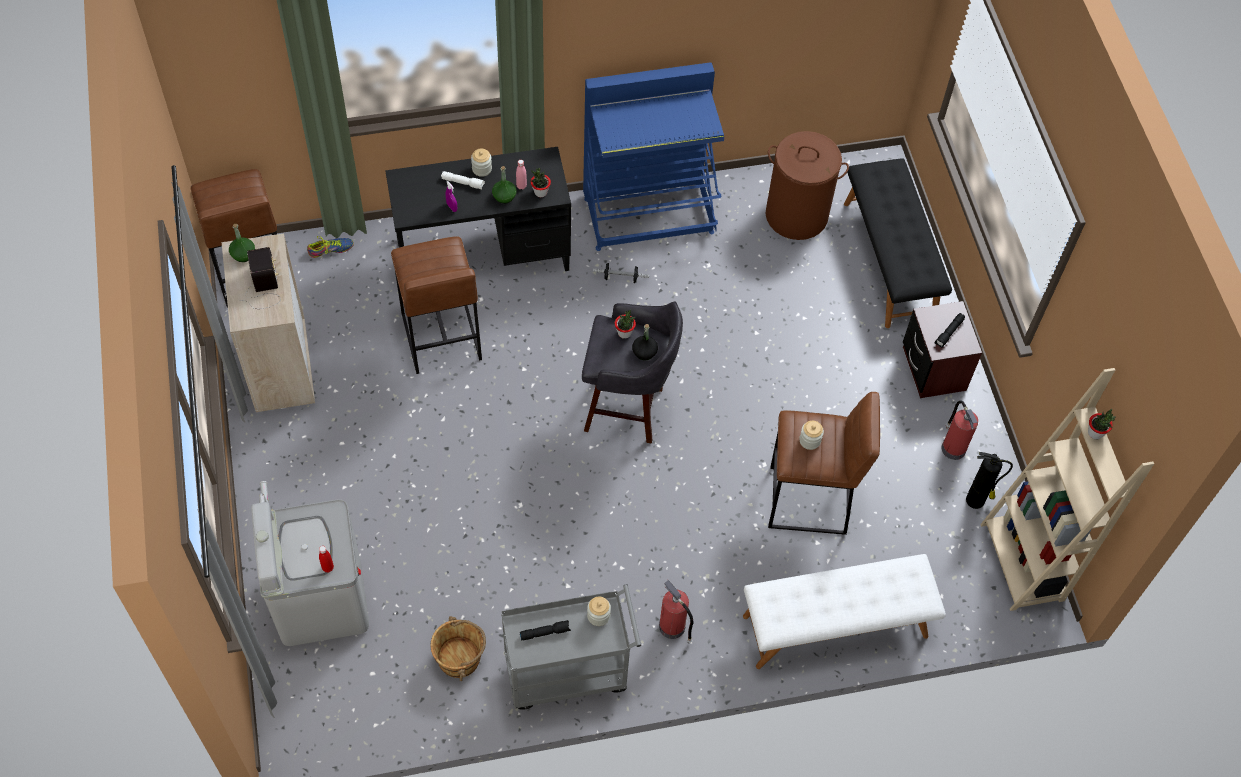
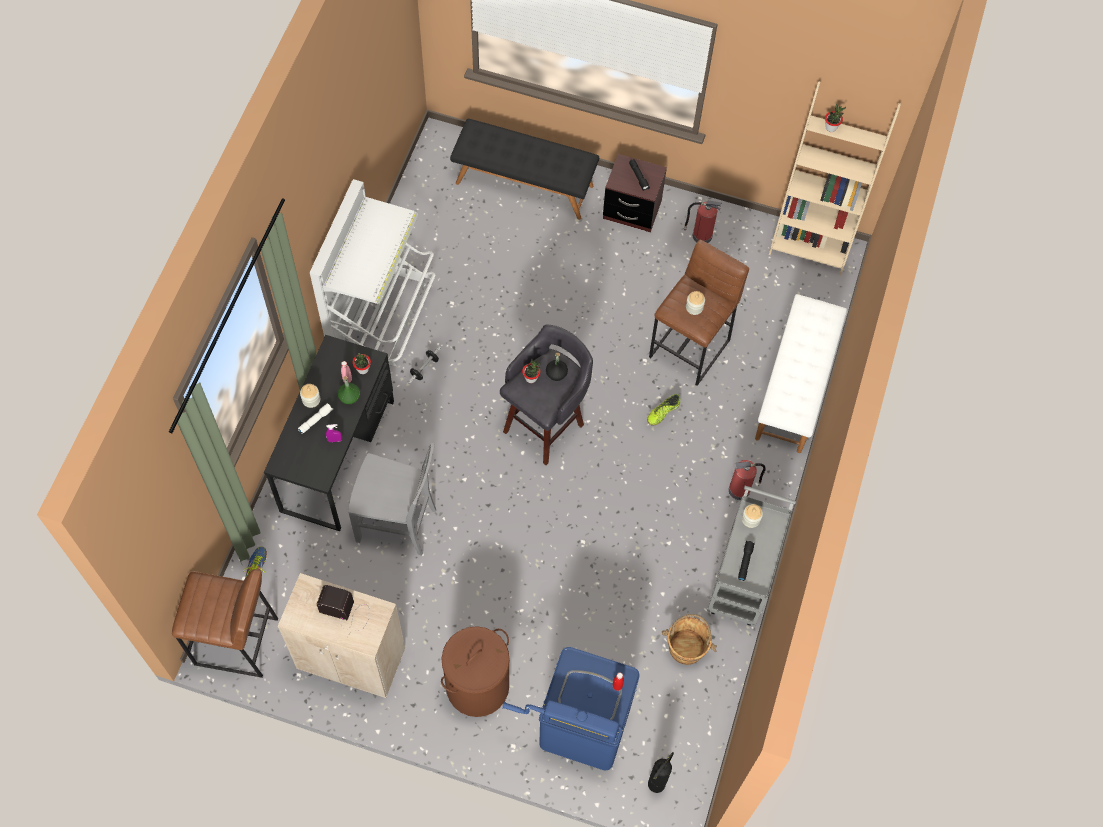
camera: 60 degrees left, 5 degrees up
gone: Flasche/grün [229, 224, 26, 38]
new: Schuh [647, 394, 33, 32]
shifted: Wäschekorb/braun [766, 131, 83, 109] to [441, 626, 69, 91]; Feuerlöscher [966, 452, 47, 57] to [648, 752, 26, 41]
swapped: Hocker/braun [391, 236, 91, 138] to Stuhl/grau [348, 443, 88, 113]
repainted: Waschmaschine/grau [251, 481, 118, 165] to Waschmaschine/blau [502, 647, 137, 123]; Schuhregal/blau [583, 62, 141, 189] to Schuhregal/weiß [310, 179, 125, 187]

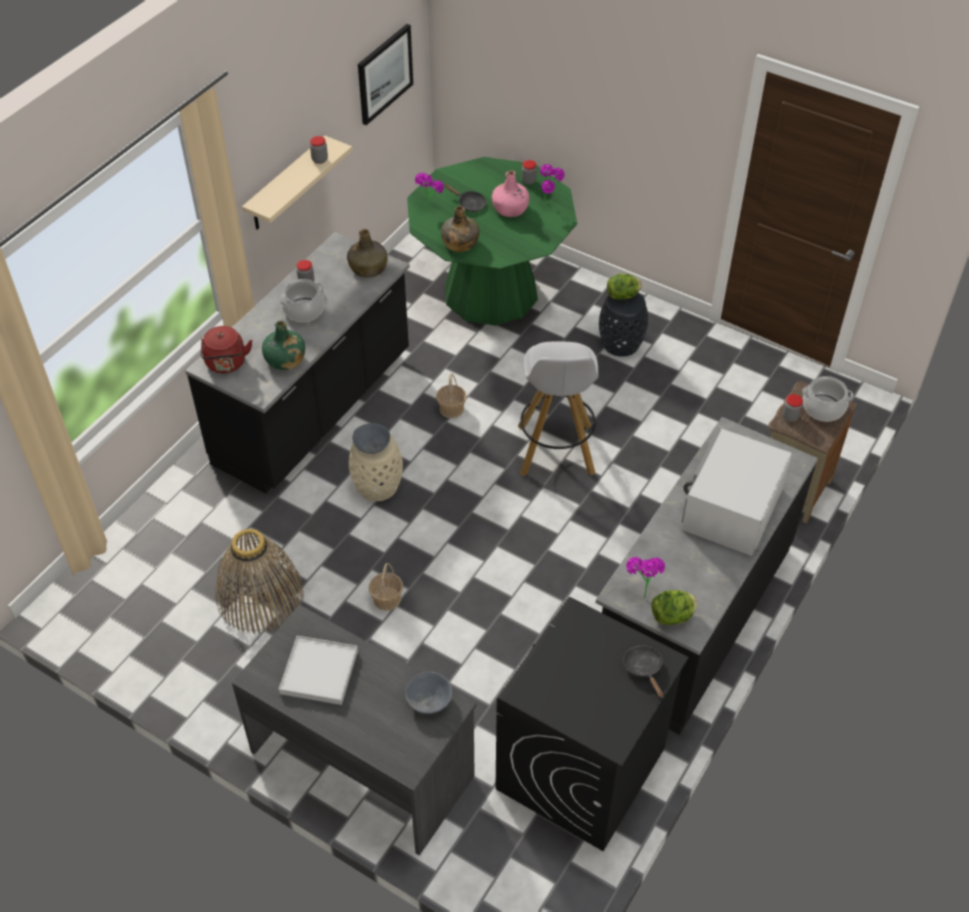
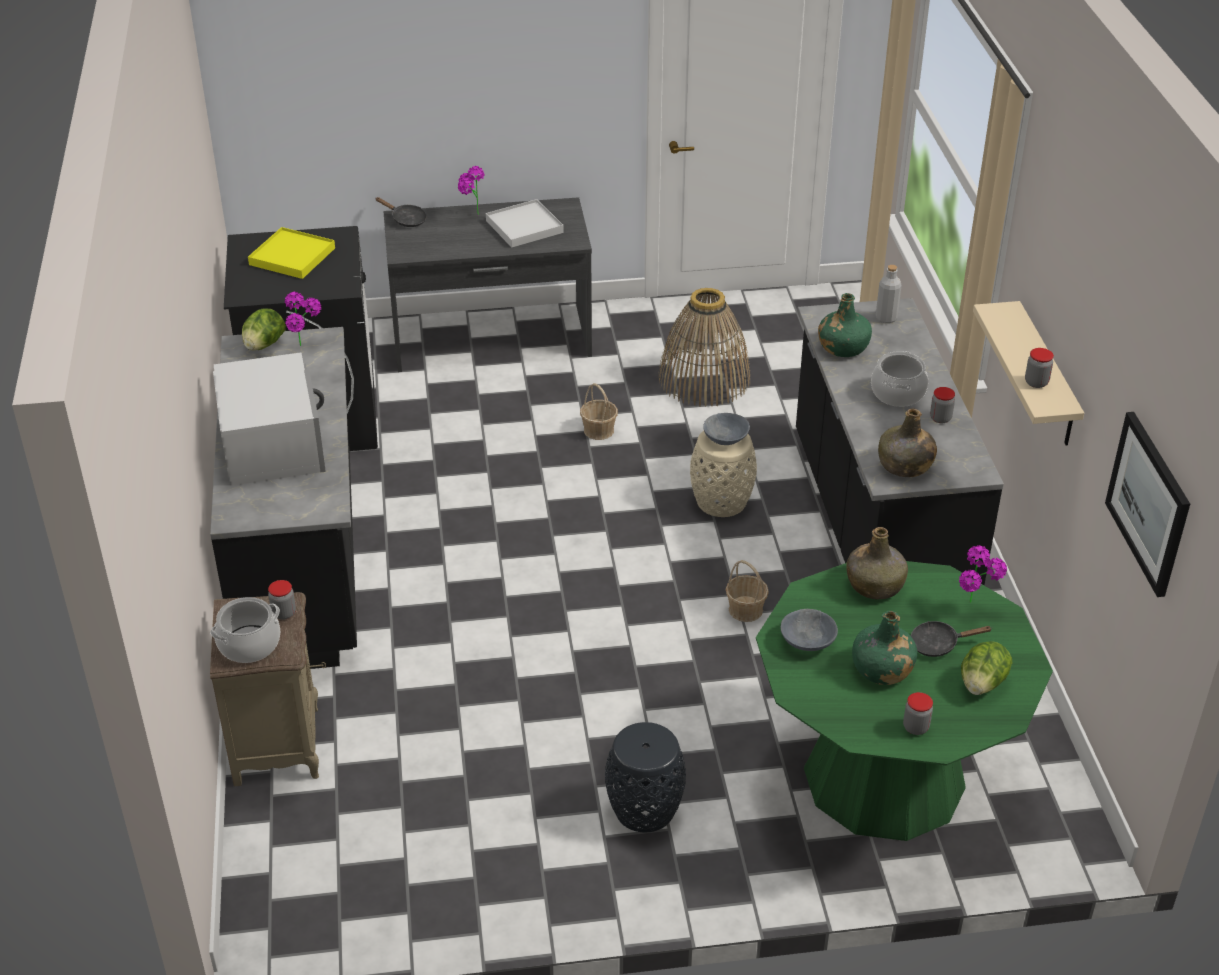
camera: 140 degrees right, 10 degrees down
gone: Hocker/weiß [518, 341, 80, 135]
new: Tablett/gelb [248, 227, 87, 52]
shifted: Schüssel/grau [405, 672, 47, 42] to [781, 609, 57, 42]; Topfpflanze [540, 164, 25, 38] to [458, 166, 27, 49]; Salatkopf [607, 274, 35, 26] to [961, 641, 51, 54]; Pfanne/schwarz [623, 645, 40, 53] to [375, 197, 52, 30]
swapped: Wasserkessel/rot [201, 326, 51, 47] to Flasche/grau [876, 265, 26, 59]
repainted: Flasche/rosa [492, 170, 37, 47] to Flasche/grün [852, 611, 65, 74]

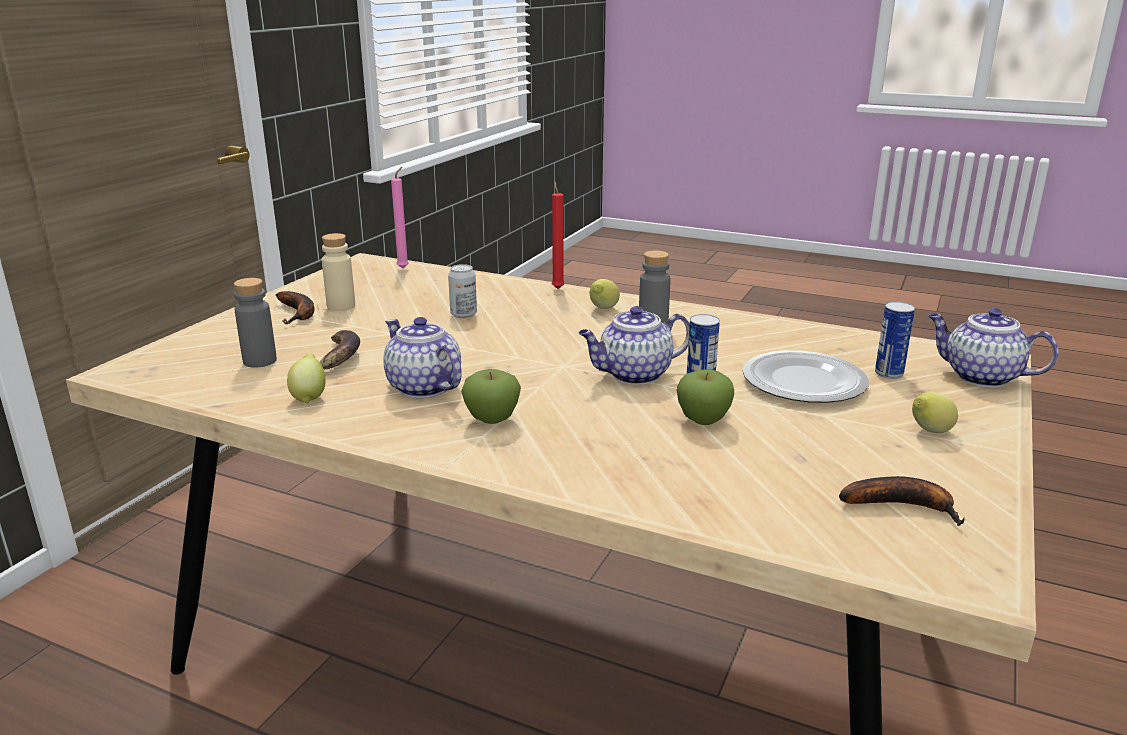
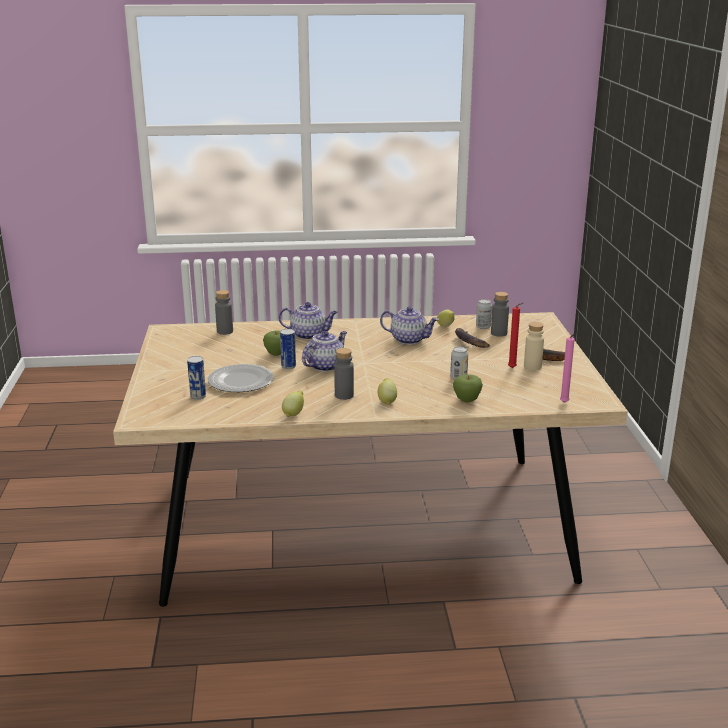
camera: 150 degrees right, 0 degrees up
gone: Banane [839, 476, 126, 50]
new: Flasche/grau [215, 290, 18, 45]; Dose [476, 299, 16, 30]
shifted: Apfel [461, 369, 60, 55] to [453, 374, 30, 29]; Kerze/rot [552, 181, 13, 108] to [508, 303, 15, 65]; Zitrone [912, 391, 46, 42] to [282, 391, 22, 26]; Teekanne [928, 308, 131, 80] to [279, 302, 59, 38]

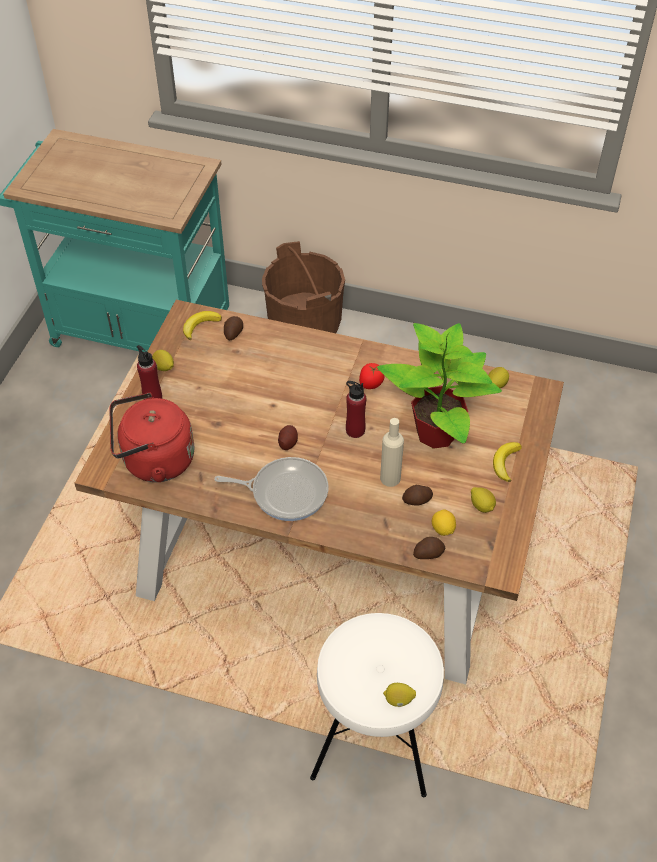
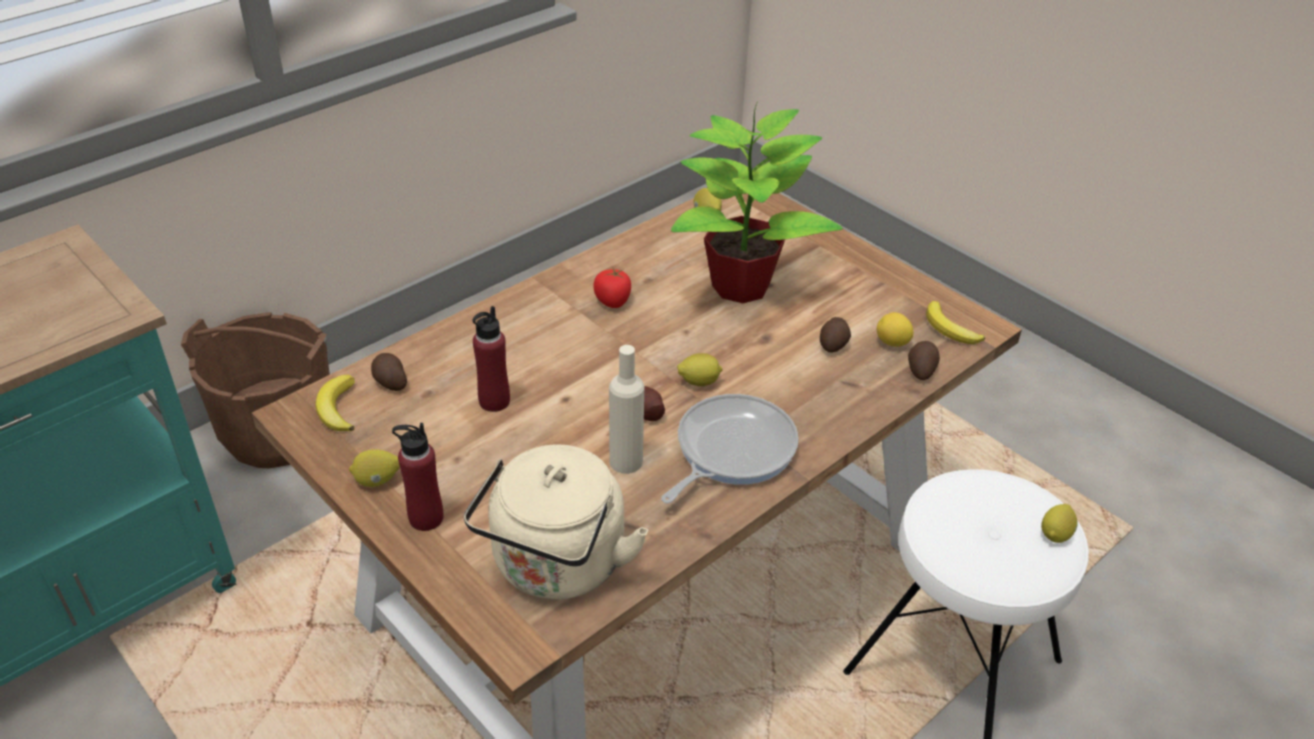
camera: 60 degrees left, 10 degrees down
shifted: Flasche/rot [346, 381, 20, 57] to [473, 306, 37, 106]; Flasche/beige [380, 418, 24, 69] to [609, 345, 35, 129]; Zitrone [471, 487, 25, 26] to [677, 353, 46, 33]; Banane [493, 442, 29, 40] to [926, 301, 59, 43]
repainted: Wasserkessel/rot [109, 392, 85, 90] to Wasserkessel/beige [464, 445, 184, 155]

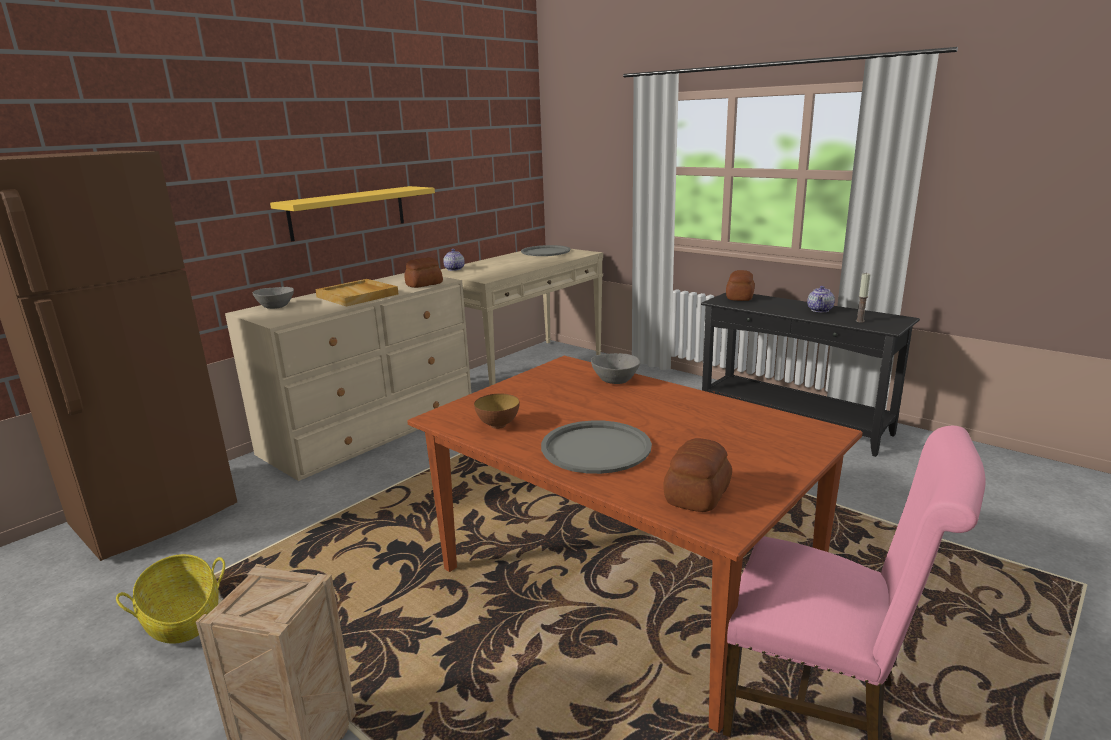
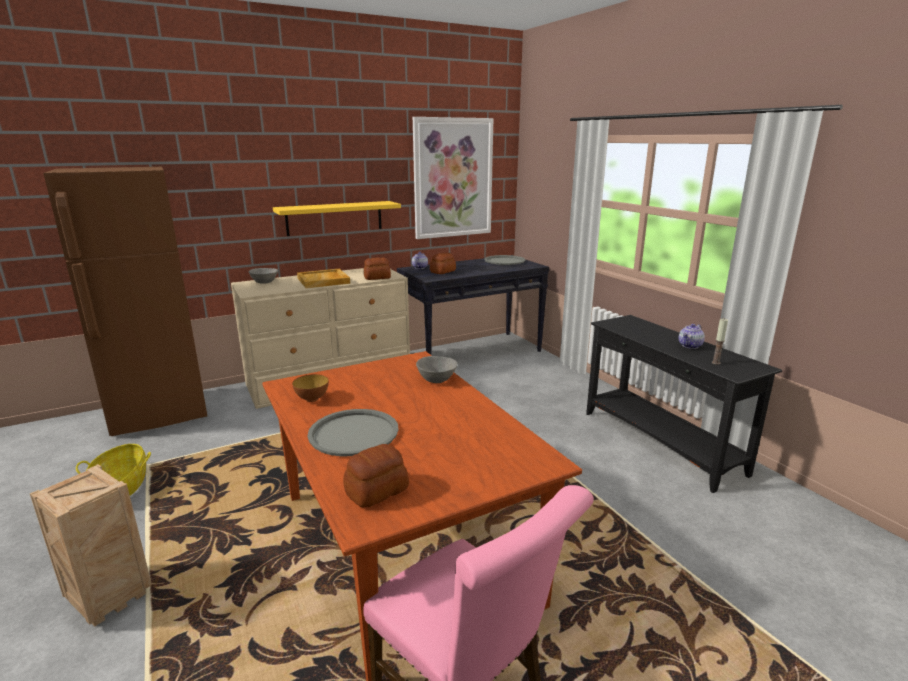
camera: 20 degrees right, 0 degrees up
new: Bild [413, 117, 80, 122]
shifted: Brot [726, 270, 29, 31] to [430, 252, 26, 22]
repainted: Konsolentisch/beige [441, 249, 162, 137] to Konsolentisch/schwarz [397, 255, 152, 100]

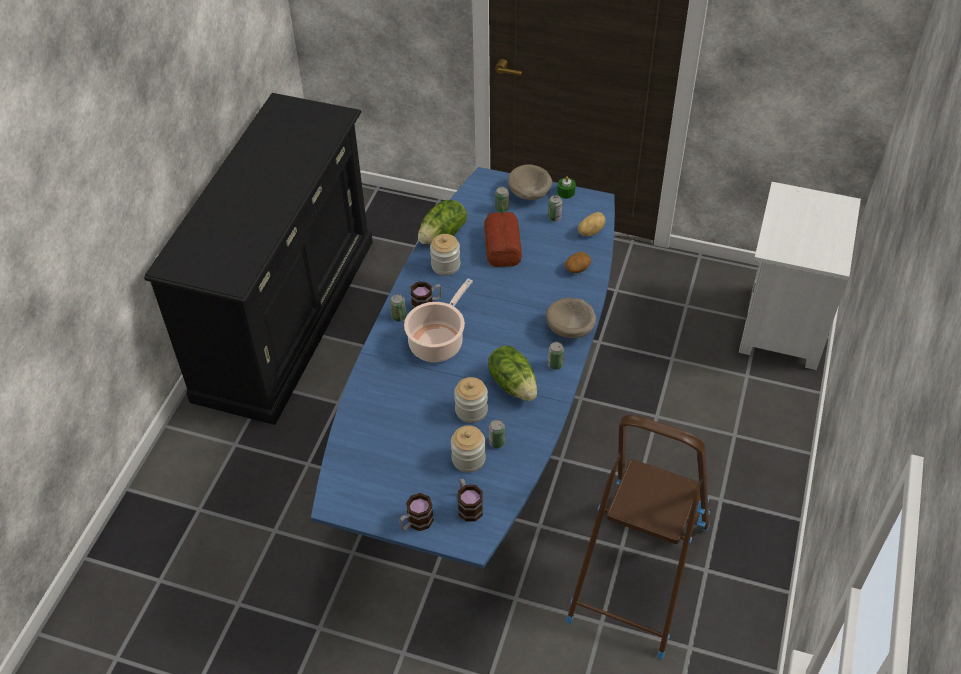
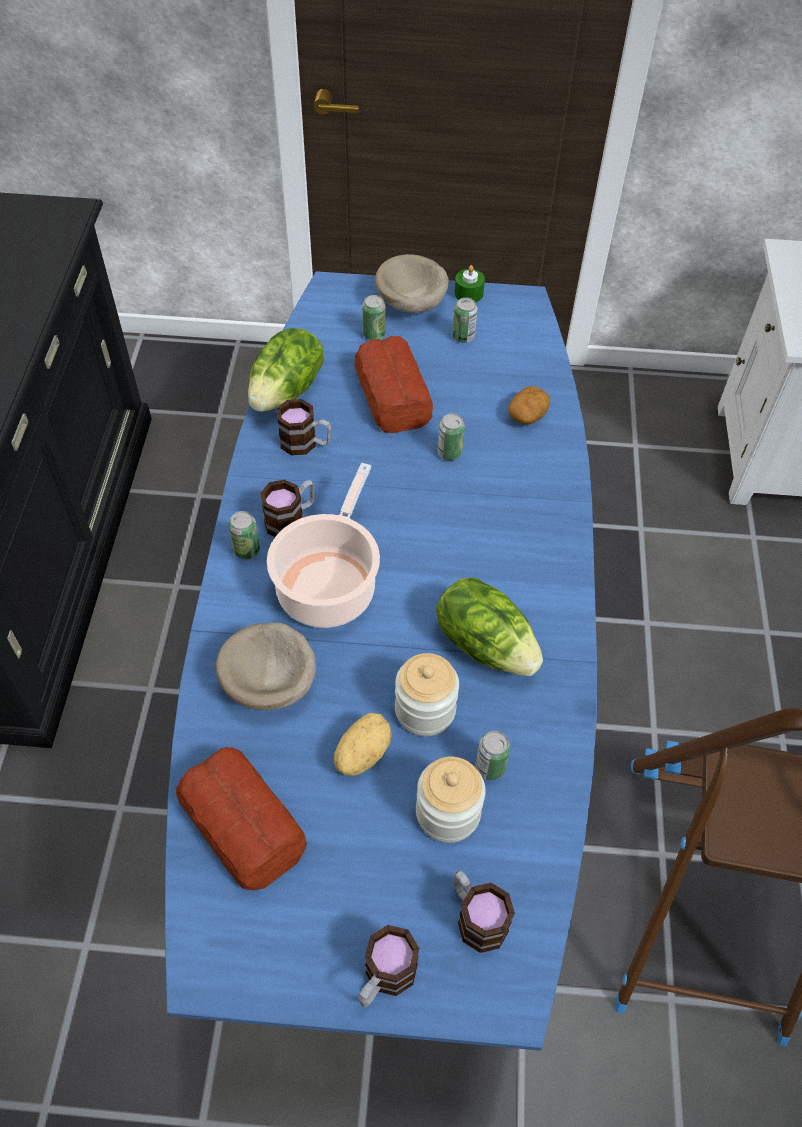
camera: 15 degrees left, 5 degrees up
new: Brot [176, 747, 131, 143]
shifted: Schüssel/beige [546, 298, 50, 40] to [216, 623, 100, 87]; Dose [548, 342, 16, 28] to [438, 413, 27, 48]; Kartoffel [578, 212, 28, 24] to [334, 713, 58, 63]
swapped: Vorratsglas [430, 234, 30, 42] to Henkelbecher [277, 399, 54, 57]

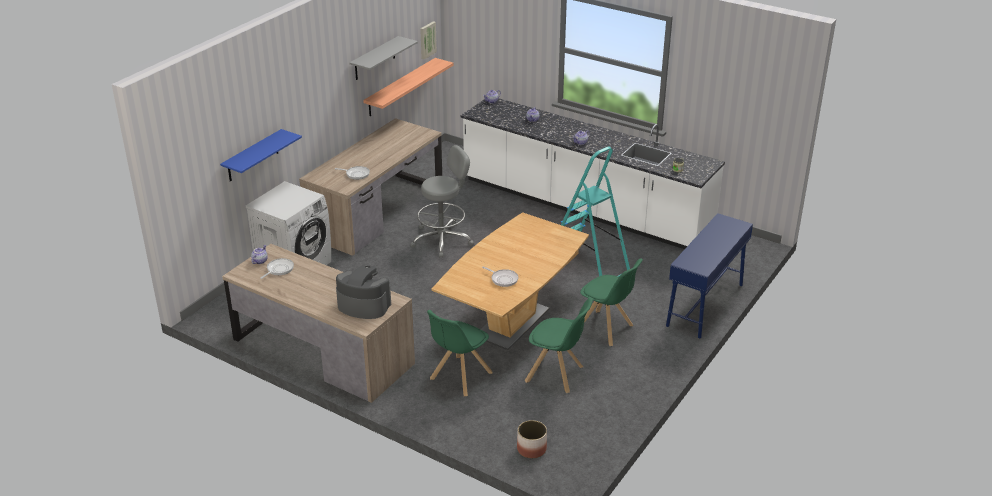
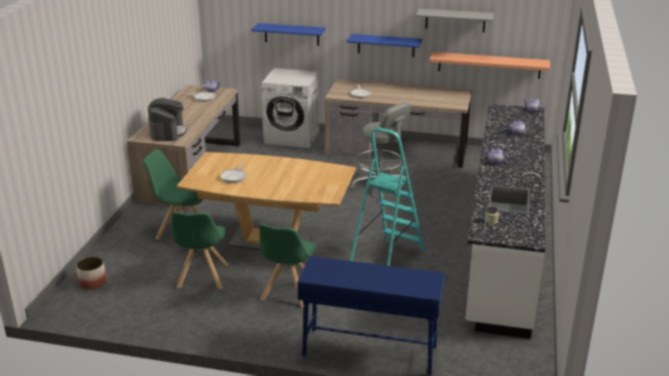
camera: 70 degrees right, 5 degrees down
gone: Bild [420, 21, 17, 38]
new: Wandregal/blau [347, 34, 75, 23]

